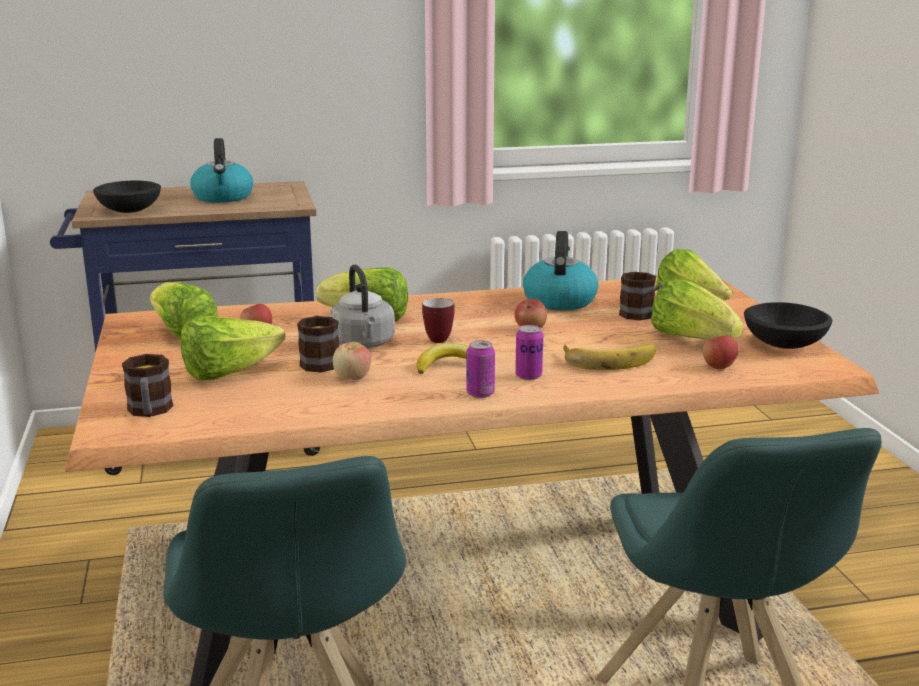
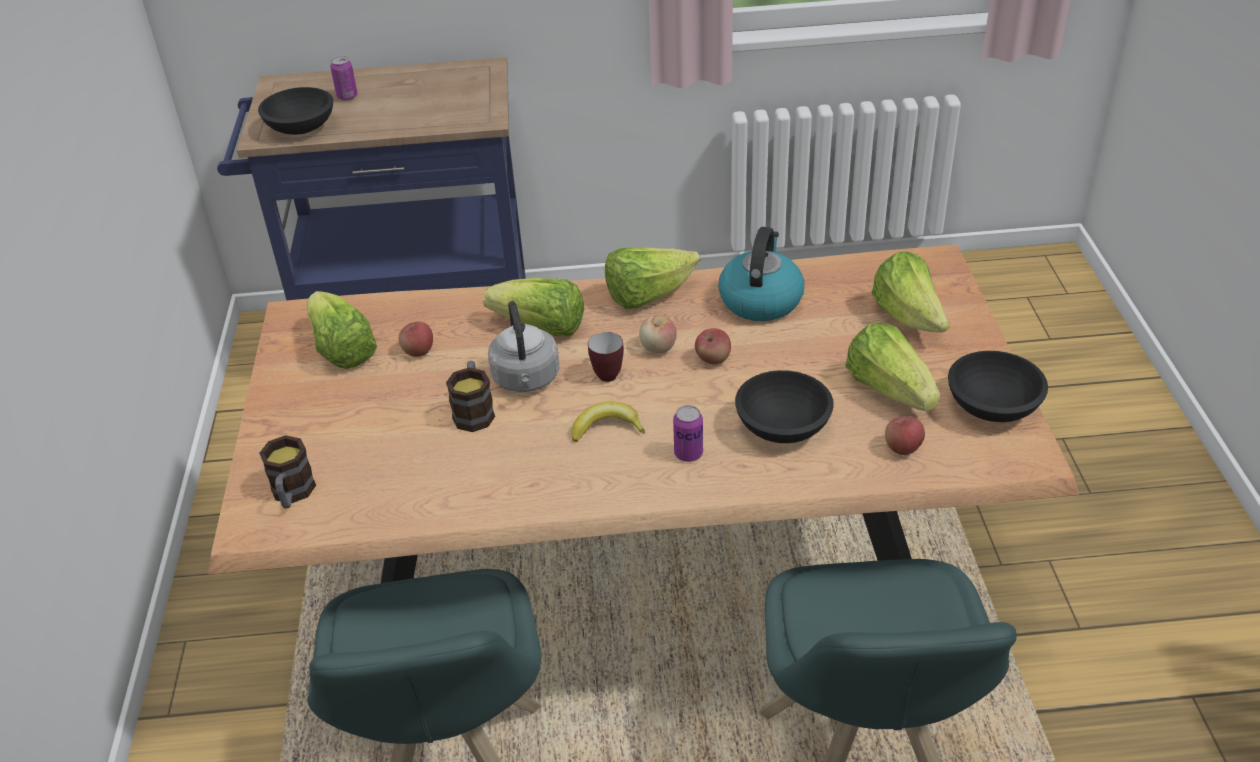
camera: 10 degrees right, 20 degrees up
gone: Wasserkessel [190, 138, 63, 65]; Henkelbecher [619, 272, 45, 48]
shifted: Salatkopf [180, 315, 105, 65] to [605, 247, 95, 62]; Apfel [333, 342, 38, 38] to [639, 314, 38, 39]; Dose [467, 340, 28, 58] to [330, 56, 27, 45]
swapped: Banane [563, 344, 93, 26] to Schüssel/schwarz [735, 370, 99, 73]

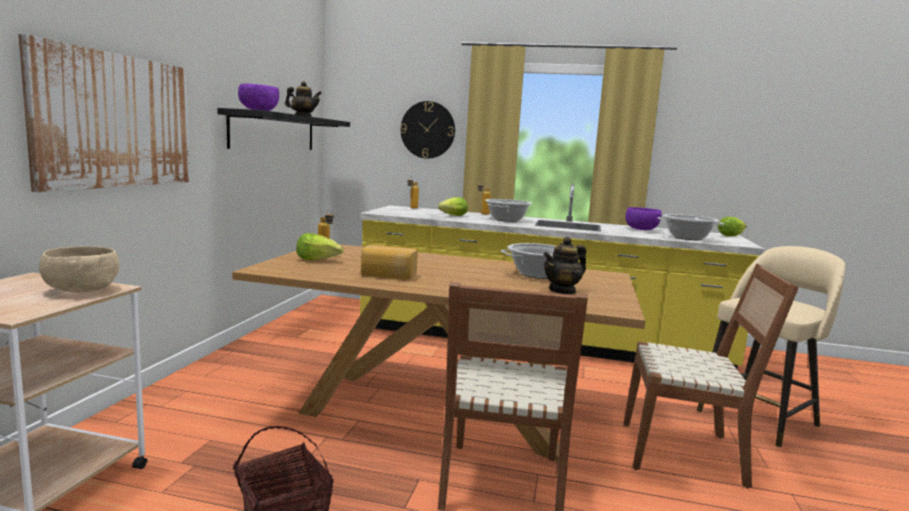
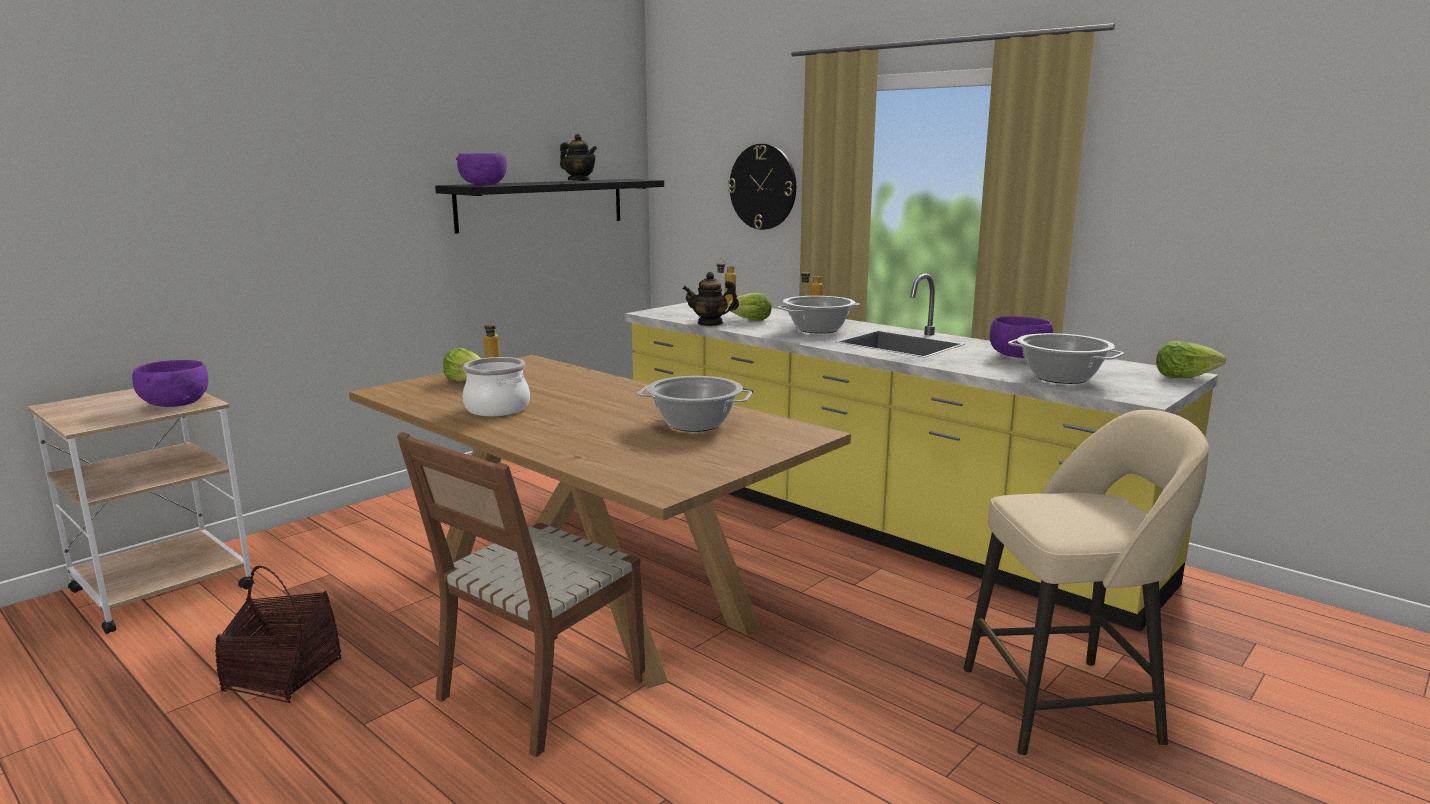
camera: 30 degrees right, 5 degrees up
gone: Bild [18, 34, 172, 158]; Stuhl [624, 264, 174, 225]
shifted: Teekanne [543, 237, 43, 57] to [683, 272, 56, 54]
swapped: Brot [361, 245, 57, 34] to Kochtopf [462, 357, 68, 59]
repainted: Schüssel/beige [39, 246, 80, 46] to Schüssel/lila [132, 360, 76, 47]

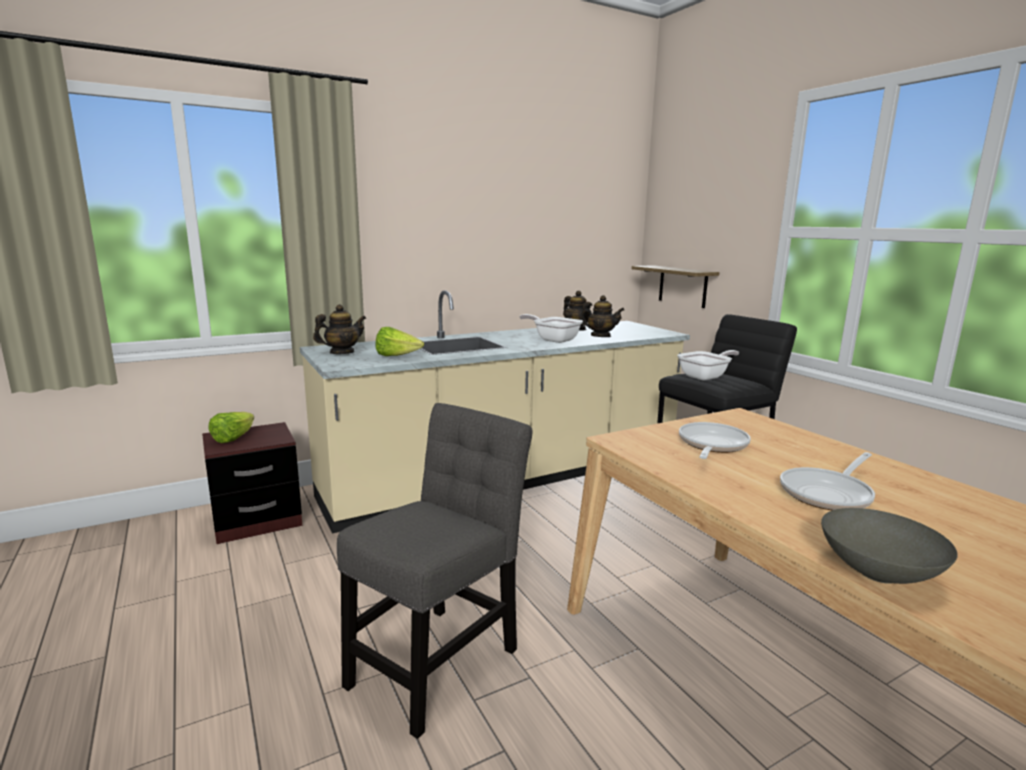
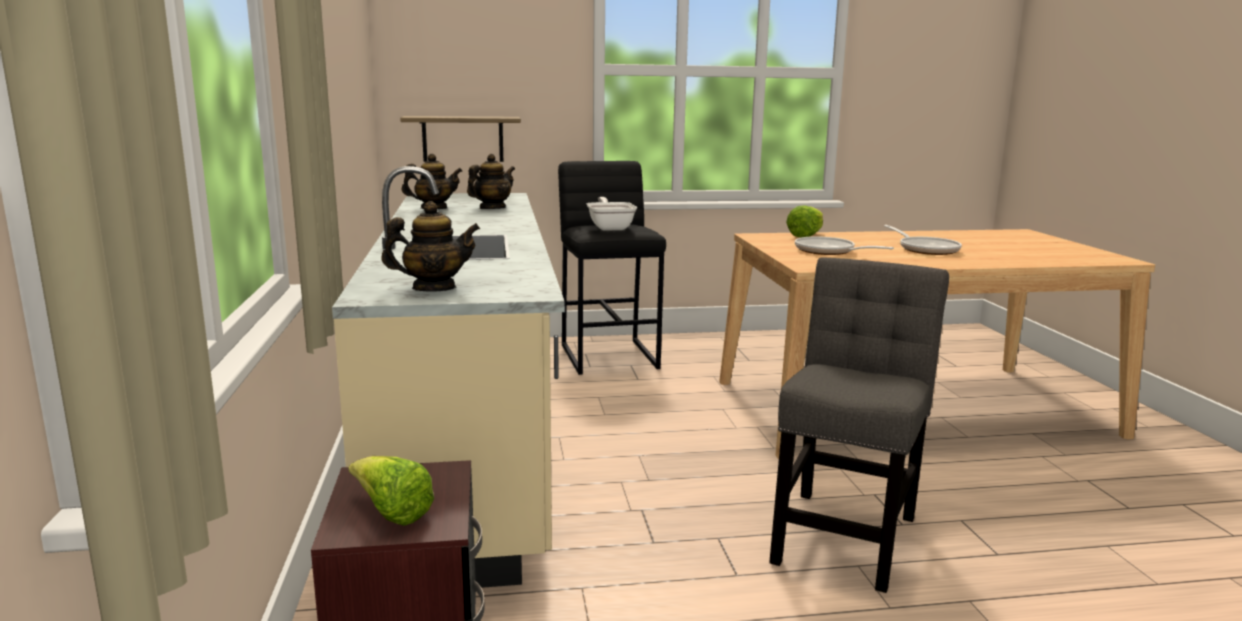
camera: 70 degrees left, 0 degrees up
gone: Pfanne [519, 314, 64, 29]; Schüssel/grau [821, 508, 137, 76]
shifted: Salatkopf [376, 327, 48, 29] to [786, 205, 37, 32]
rotated: Teekanne [313, 304, 53, 50] = [381, 201, 99, 91] 90 degrees clockwise; Stuhl/grau [337, 403, 195, 336] = [769, 257, 180, 336] 60 degrees clockwise

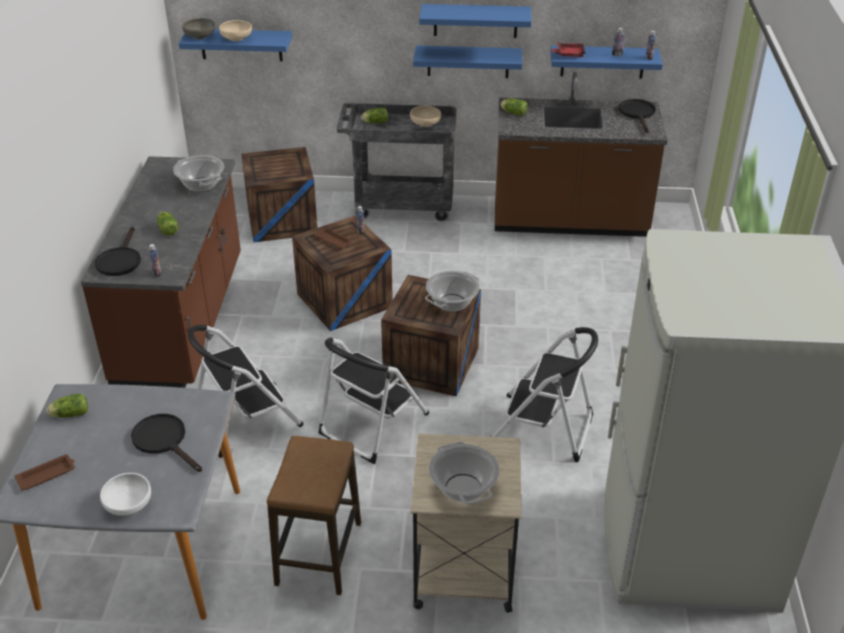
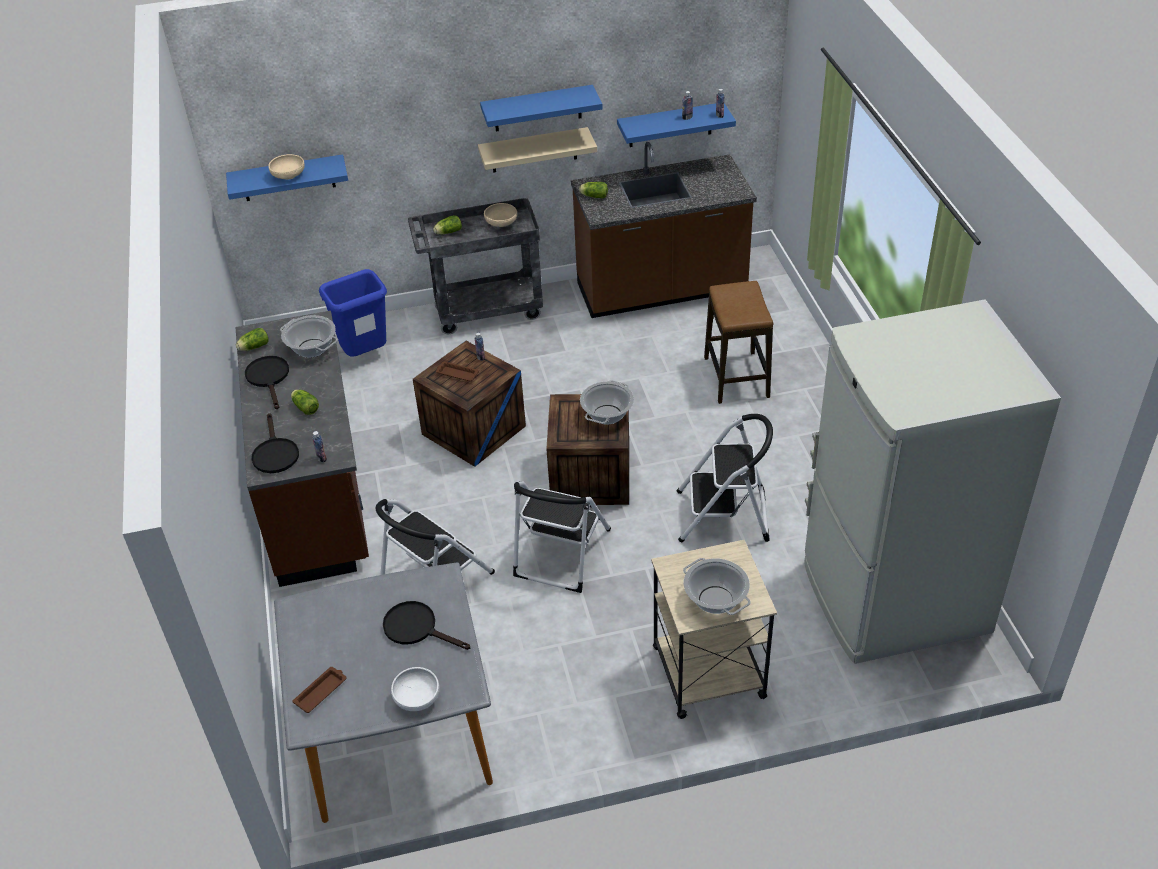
camera: 15 degrees left, 5 degrees up
gone: Schüssel/grau [182, 18, 33, 21]; Tablett/rot [552, 42, 34, 15]
shifted: Salatkopf [47, 394, 41, 24] to [236, 328, 33, 23]; Hocker [267, 436, 94, 159] to [704, 281, 69, 123]; Pfanne/schwarz [619, 99, 37, 34] to [245, 356, 44, 53]
swapped: Kiste [241, 147, 77, 96] to Mülleimer/blau [319, 269, 68, 88]
repainted: Wandregal/blau [413, 46, 109, 32] to Wandregal/beige [478, 127, 119, 46]

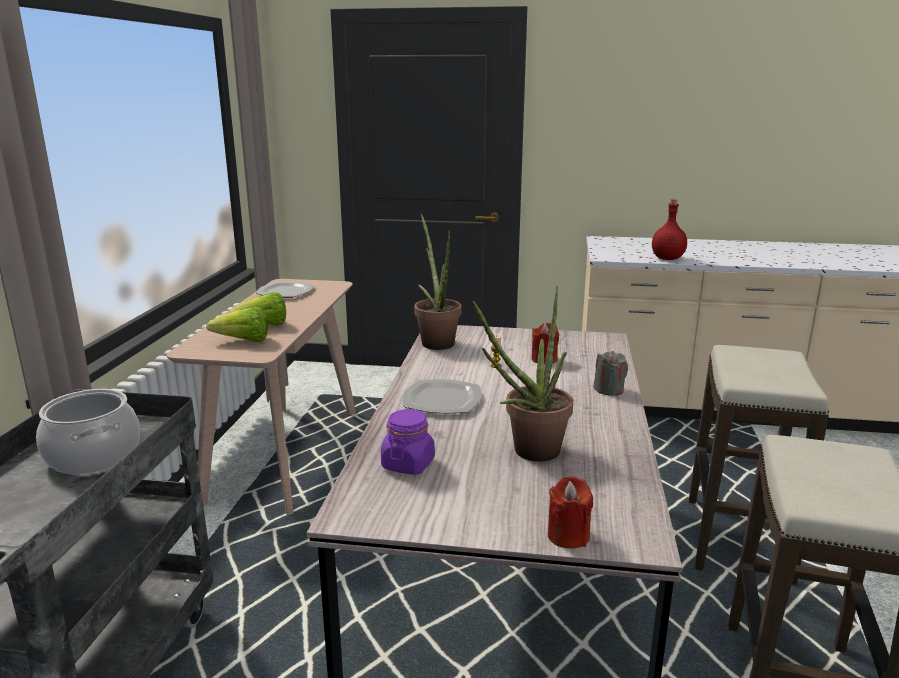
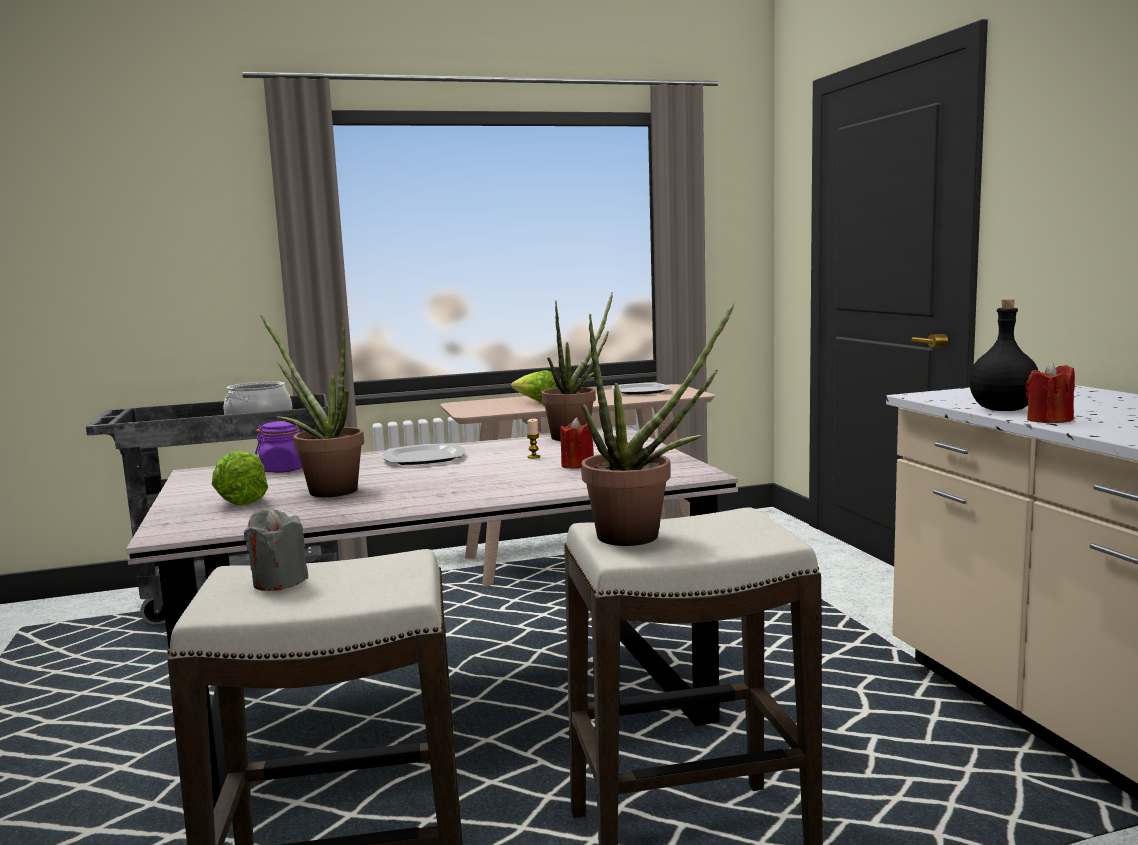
camera: 65 degrees right, 10 degrees down
new: Topfpflanze [581, 302, 154, 244]
shifted: Salatkopf [206, 307, 62, 35] to [212, 450, 56, 55]; Kerze/rot [548, 476, 45, 73] to [1025, 362, 50, 61]; Kerze/grau [594, 351, 34, 45] to [244, 509, 64, 82]
repainted: Flasche/rot [652, 199, 35, 61] to Flasche/schwarz [969, 299, 69, 112]

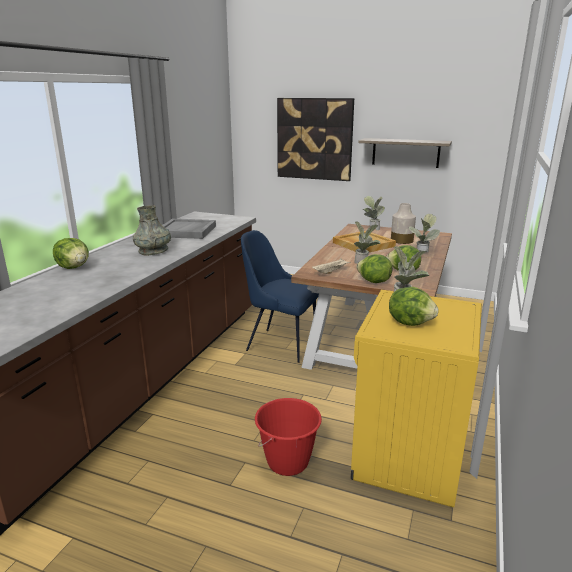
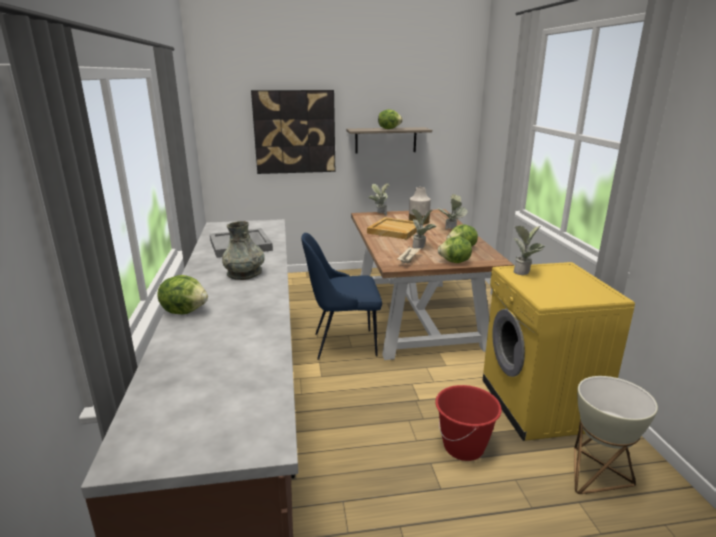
camera: 30 degrees left, 0 degrees up
new: Pflanzkübel [574, 376, 84, 118]
shifted: Salatkopf [389, 287, 50, 39] to [378, 109, 25, 20]

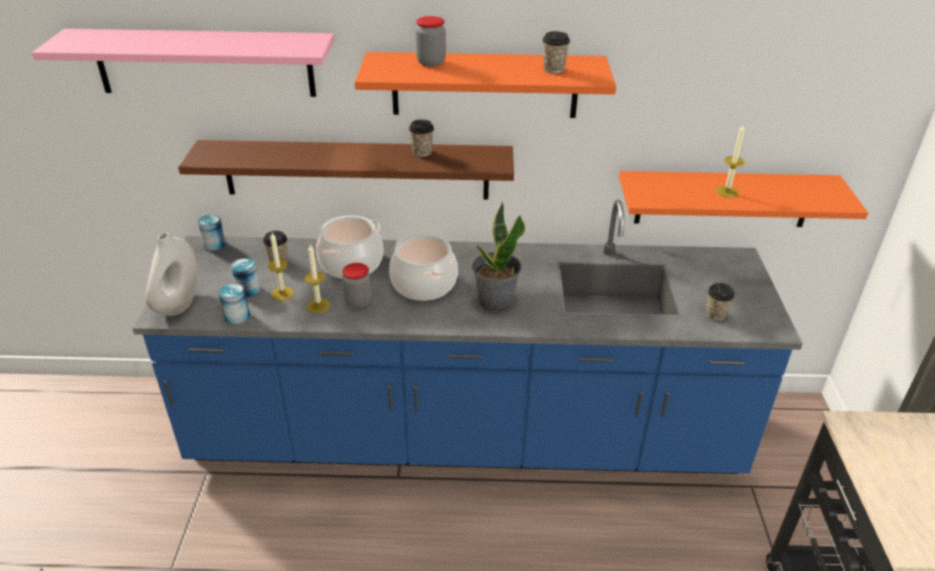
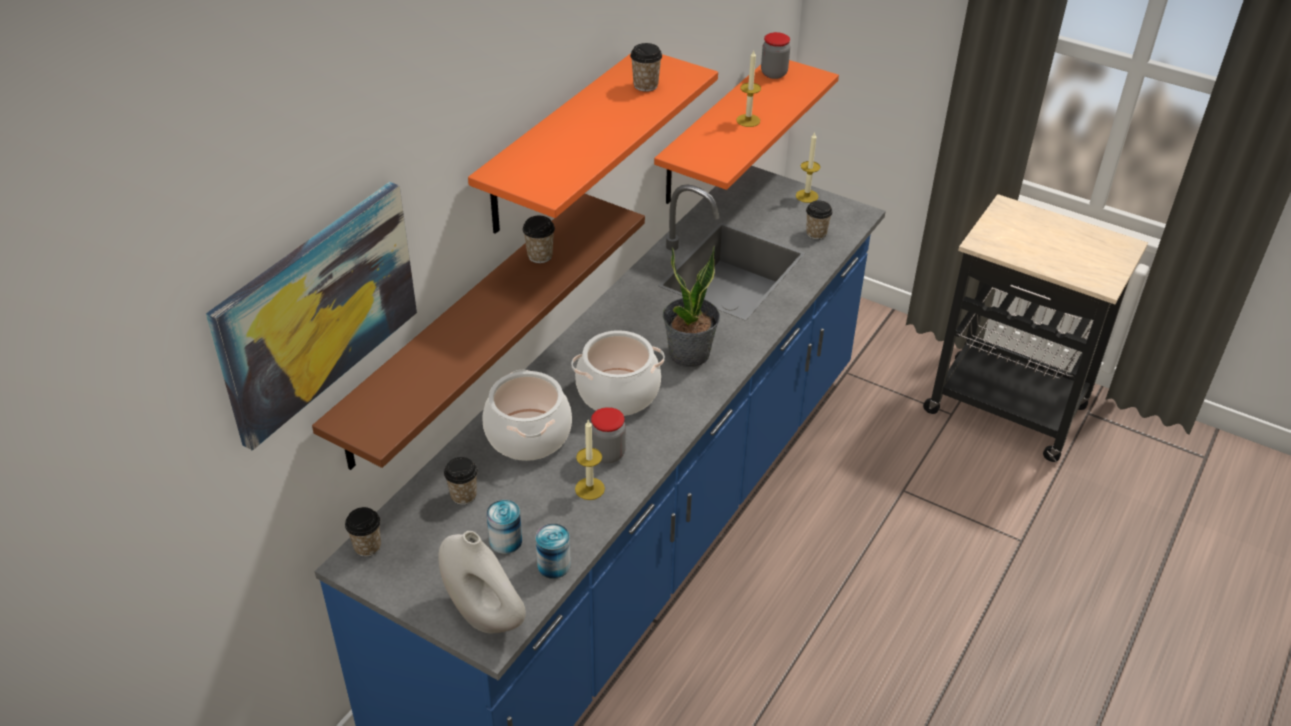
camera: 60 degrees left, 5 degrees up
shifted: Kerze [268, 233, 26, 68] to [796, 132, 24, 71]; Vorratsglas [415, 16, 31, 50] to [761, 32, 29, 47]
swapped: Wandregal/rosa [32, 29, 302, 68] to Bild [206, 182, 211, 269]; Dose [198, 214, 28, 37] to Tasse [345, 507, 36, 50]

